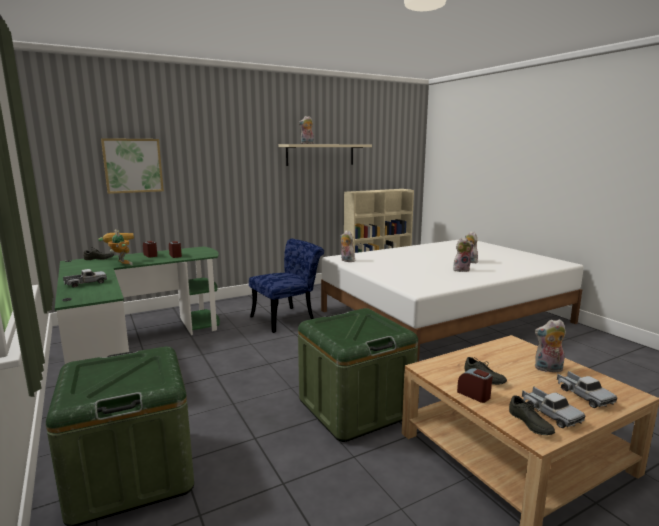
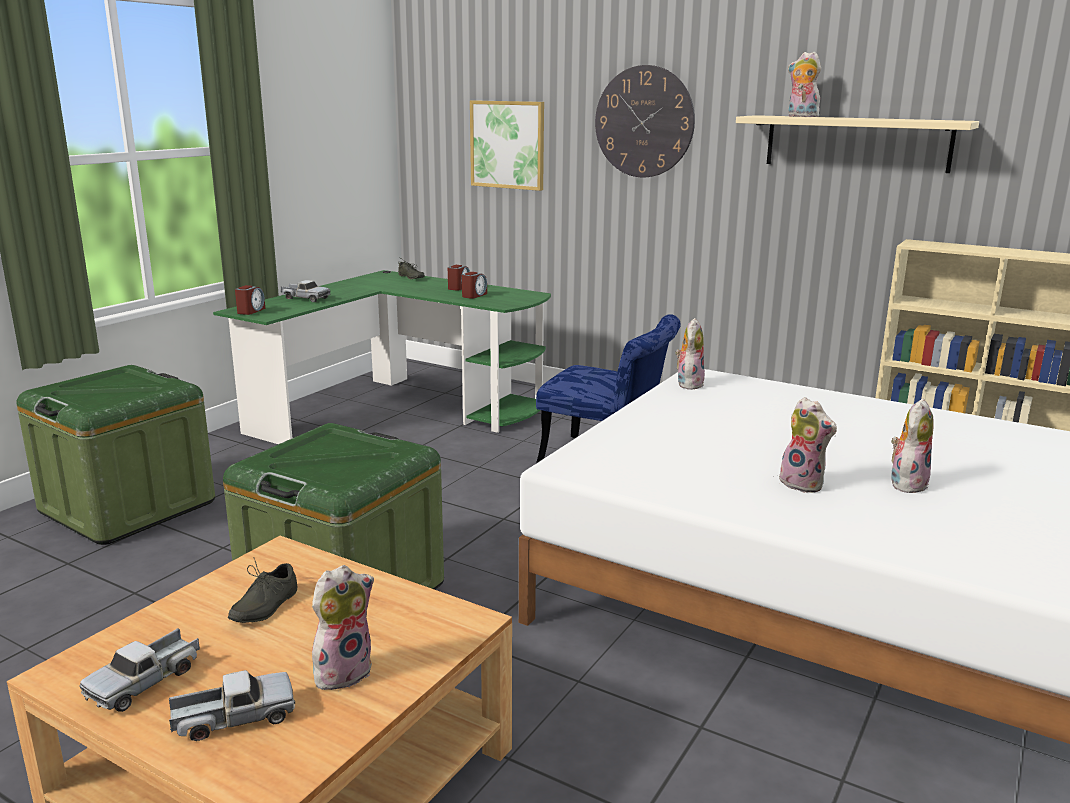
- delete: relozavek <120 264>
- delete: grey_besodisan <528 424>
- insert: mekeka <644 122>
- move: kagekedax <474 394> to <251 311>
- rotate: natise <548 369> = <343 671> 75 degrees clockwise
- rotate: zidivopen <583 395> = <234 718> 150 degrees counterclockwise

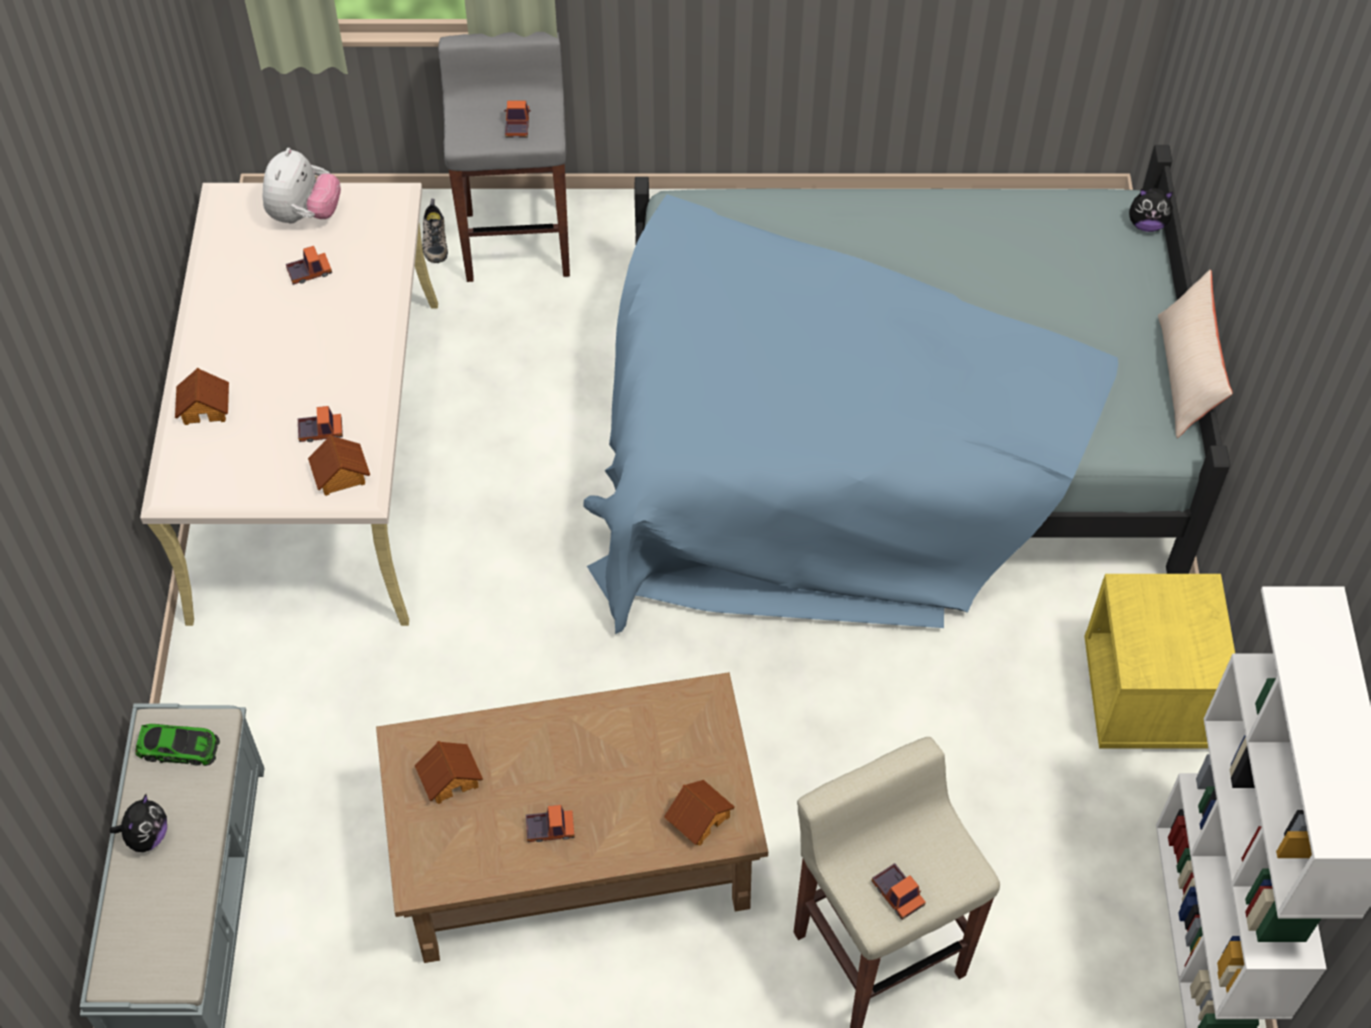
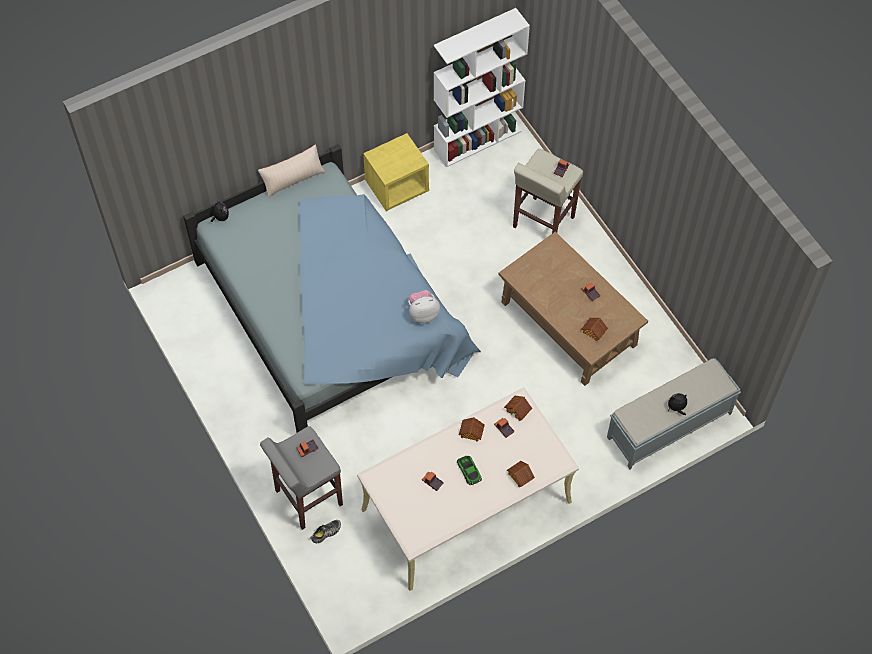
- move: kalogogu <179 748> to <469 471>
- move: natise <304 215> to <423 313>
- move: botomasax <699 817> to <471 432>

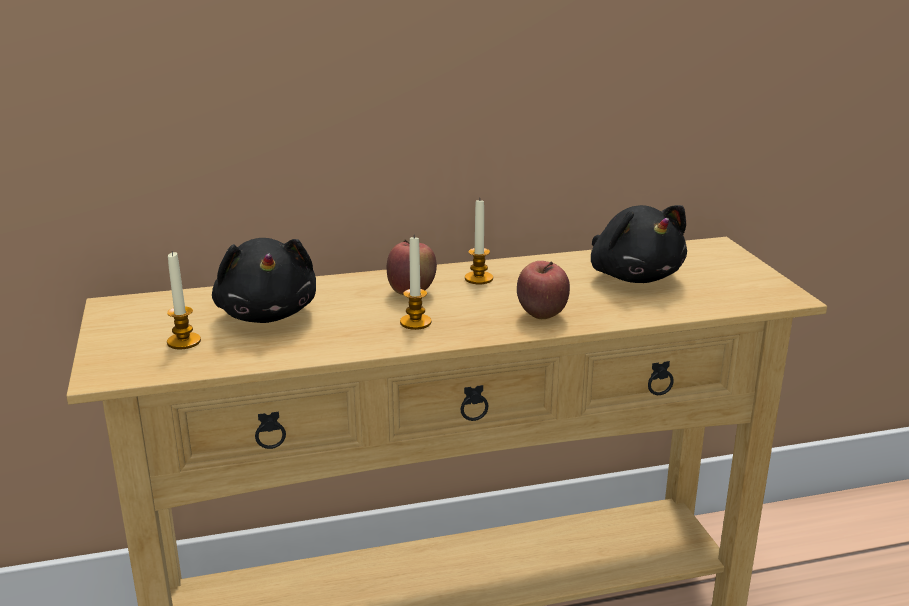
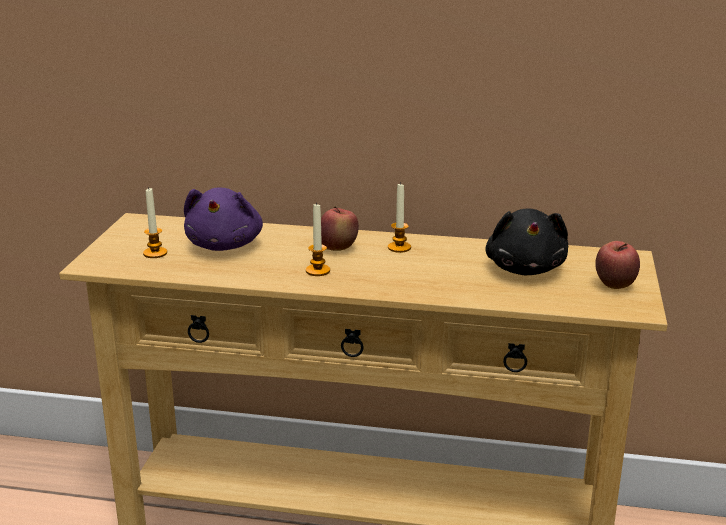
- move: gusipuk <541 315> to <614 286>
- recolor: black_natise <267 314> to purple_natise <225 245>

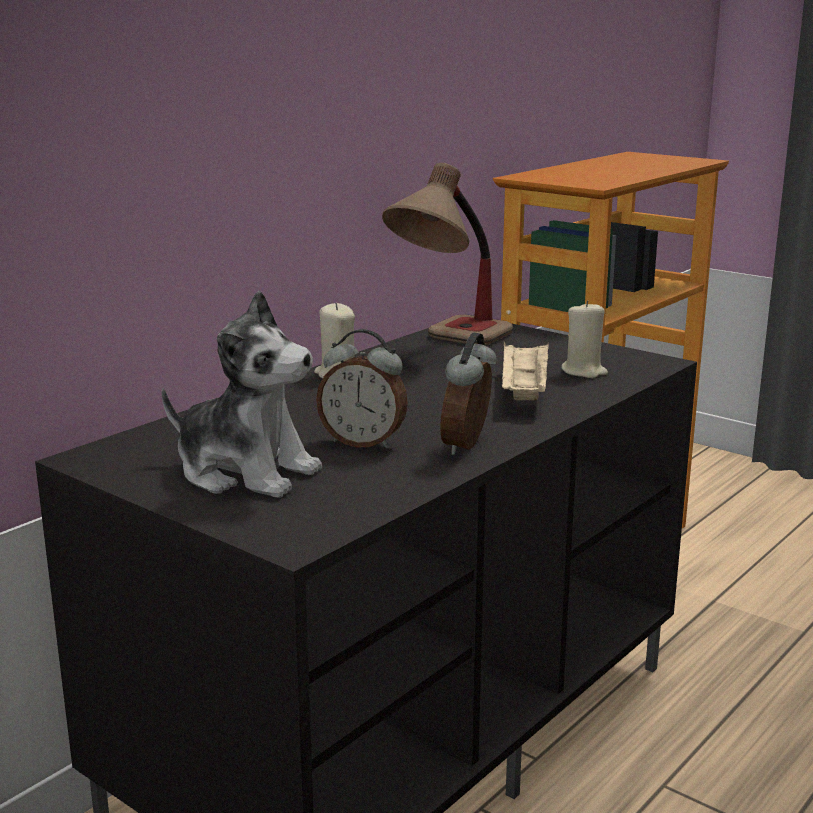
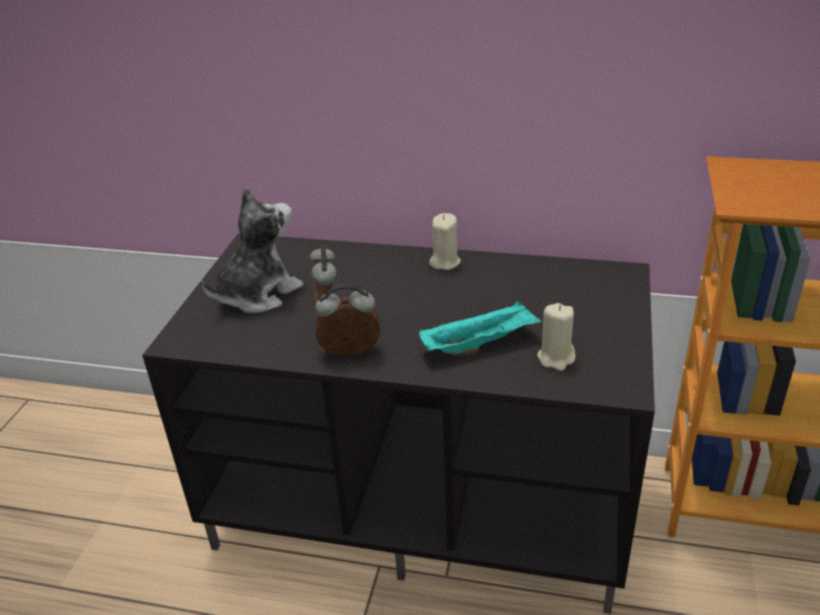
- delete: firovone <450 344>
- recolor: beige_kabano <523 391> to turquoise_kabano <480 343>
- rotate: natise <246 472> = <258 294> 135 degrees counterclockwise

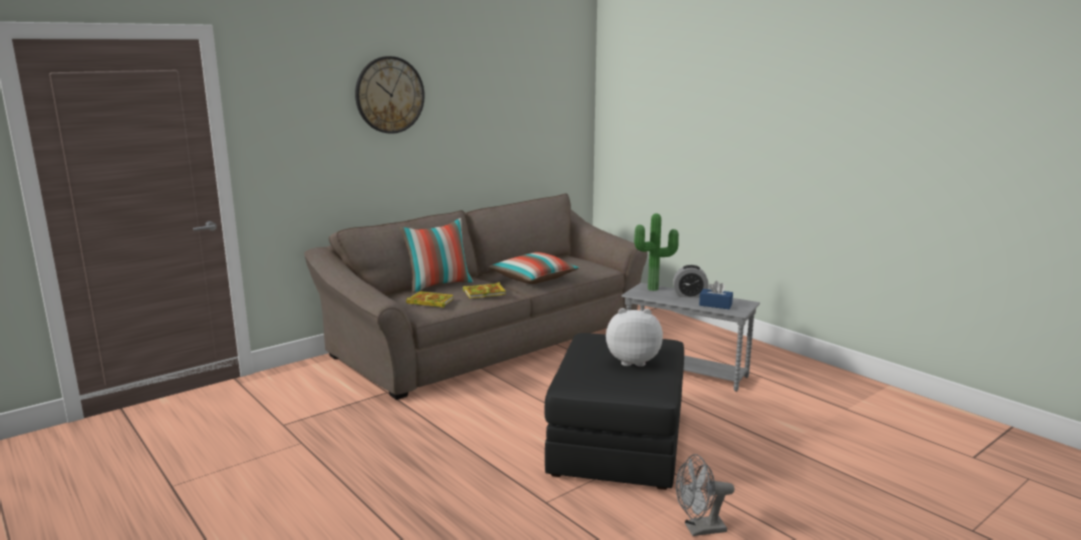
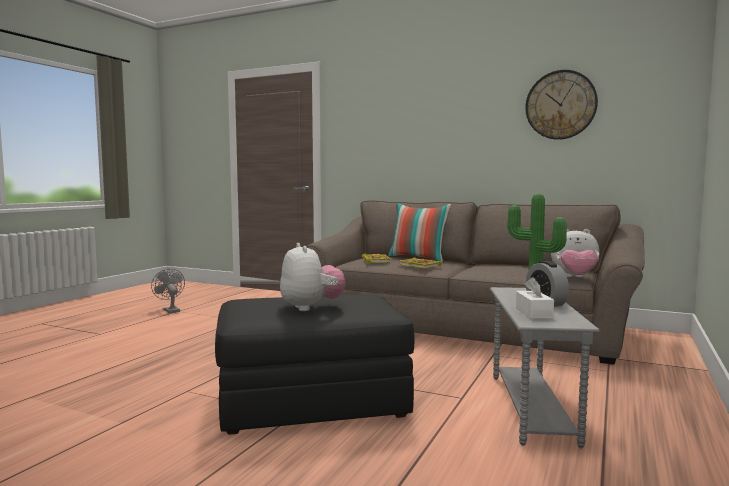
- delete: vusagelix <533 279>
- insert: natise <575 277>
- move: mekeka <389 95> to <560 105>
- move: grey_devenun <699 529> to <170 310>
- recolor: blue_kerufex <715 305> to white_kerufex <533 313>

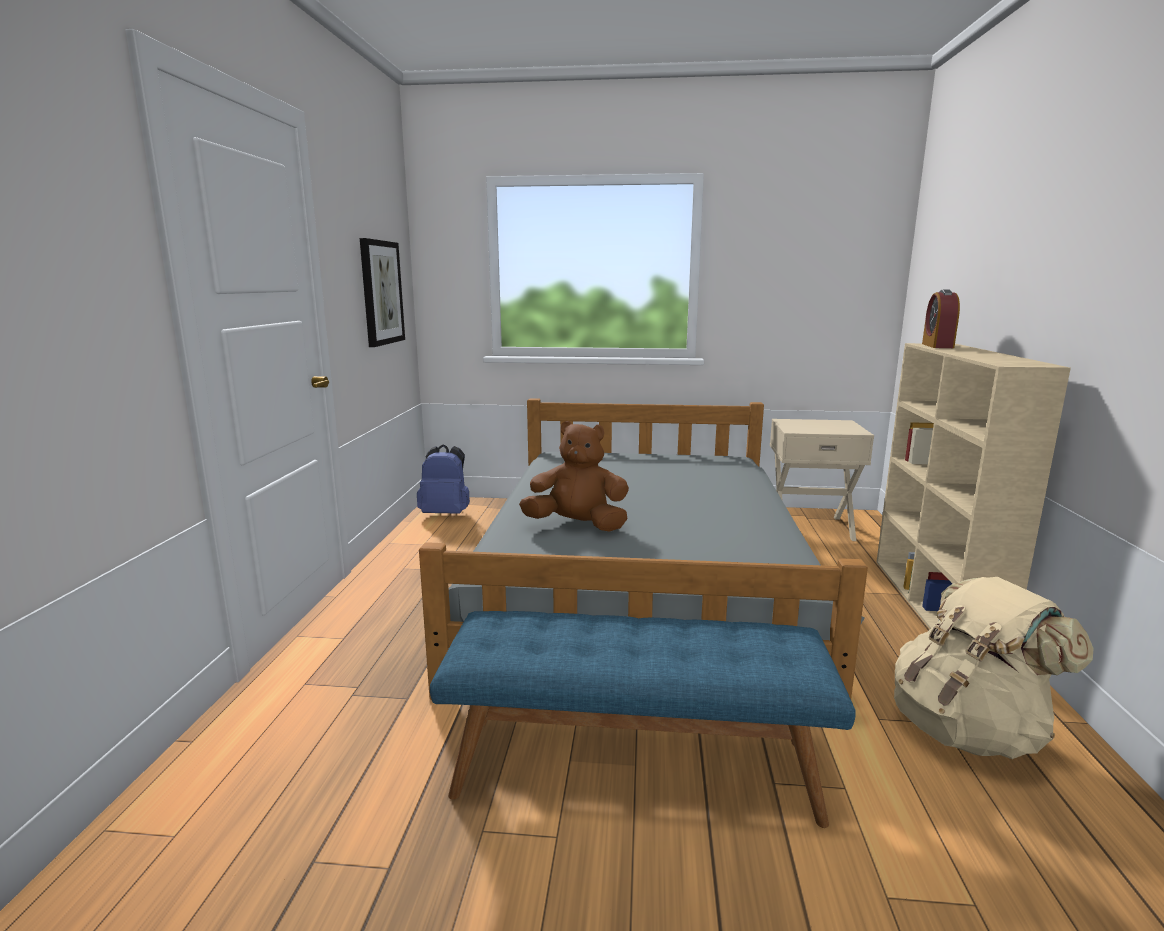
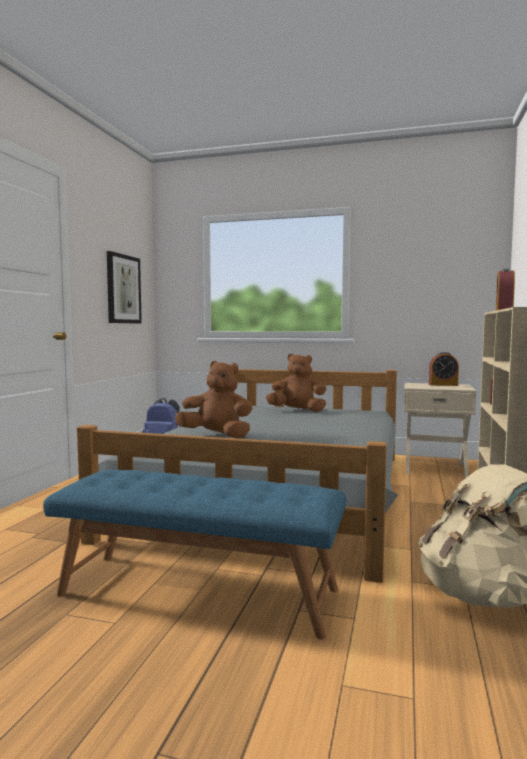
- insert: brown_natise <297 411>
- insert: kagekedax <443 385>

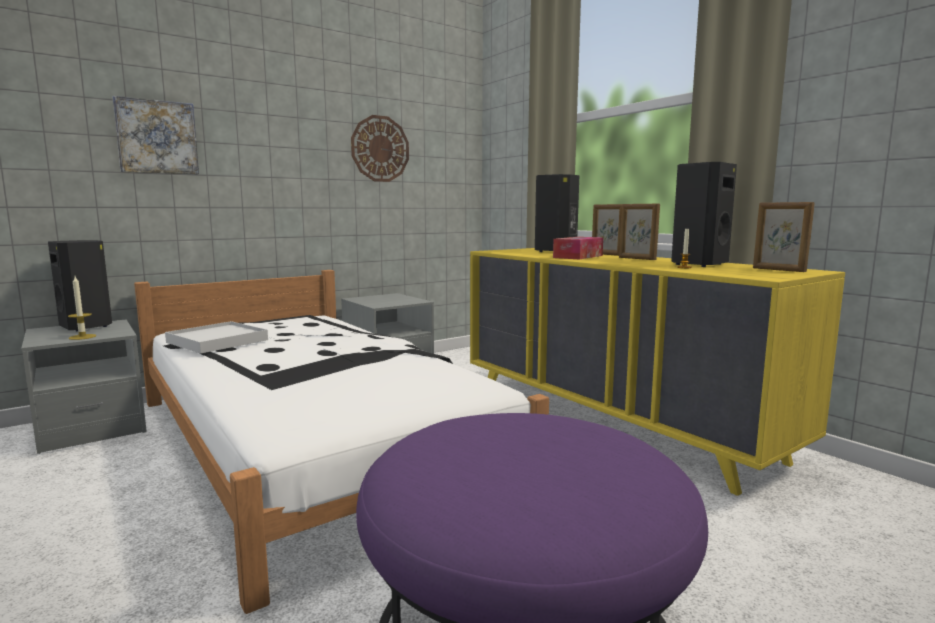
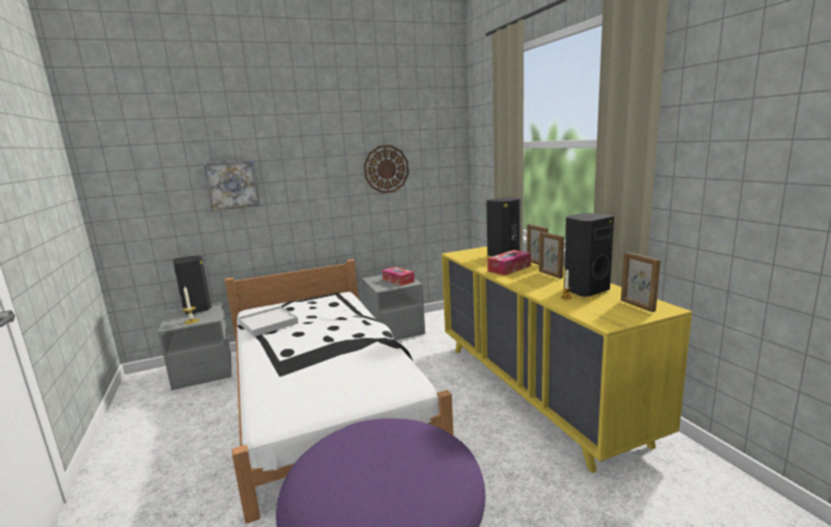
- insert: kerufex <398 281>

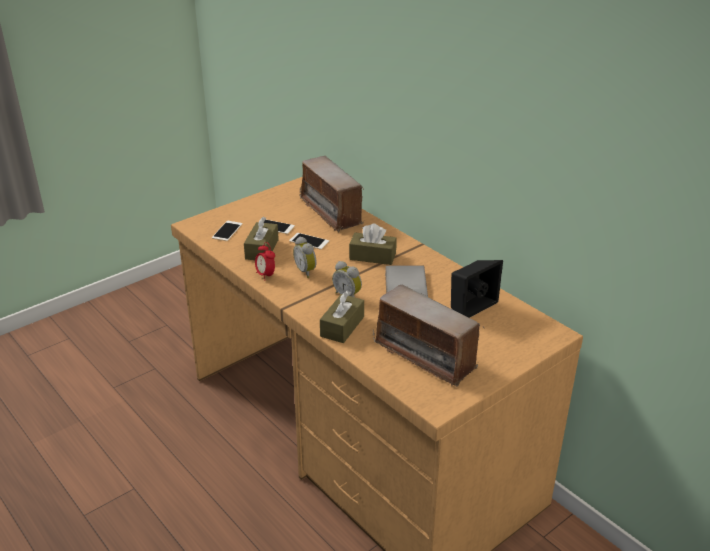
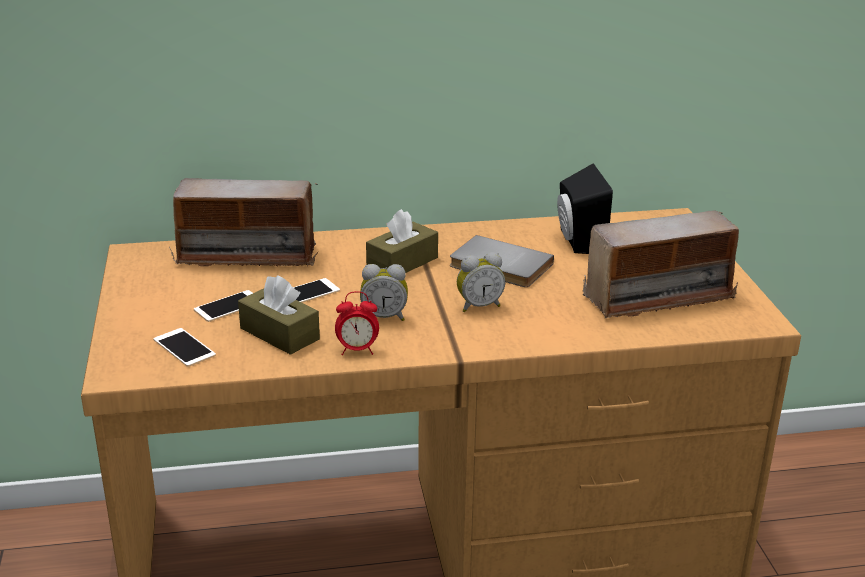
- delete: brown_kerufex <342 326>

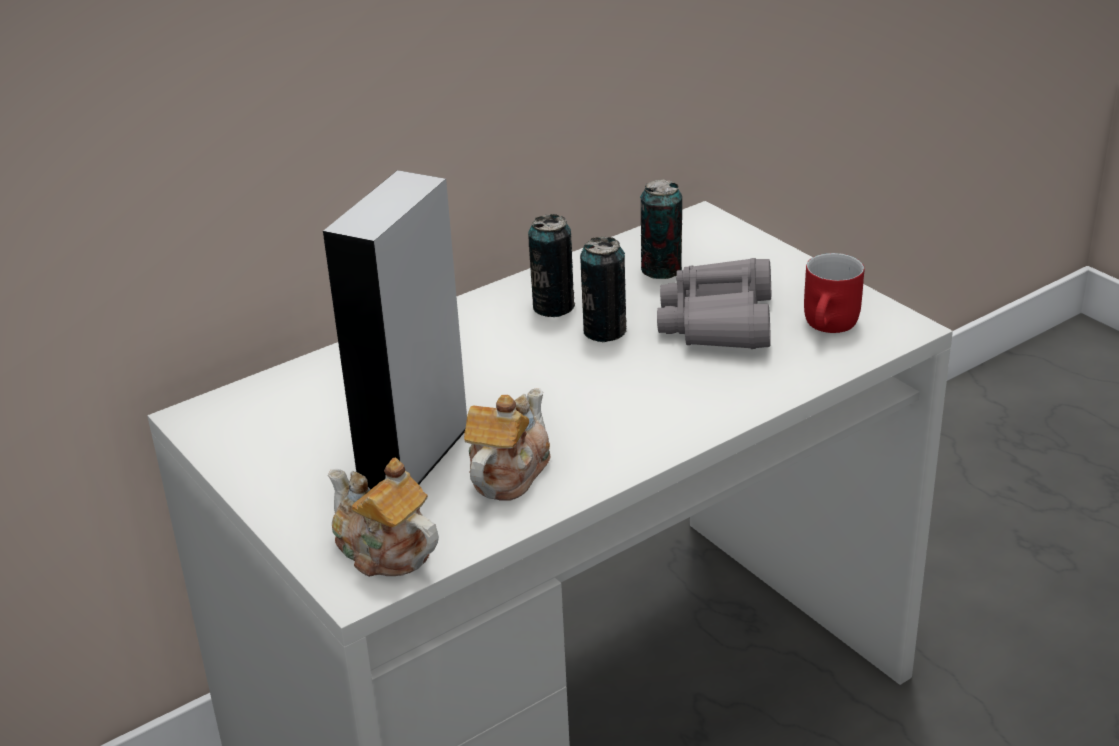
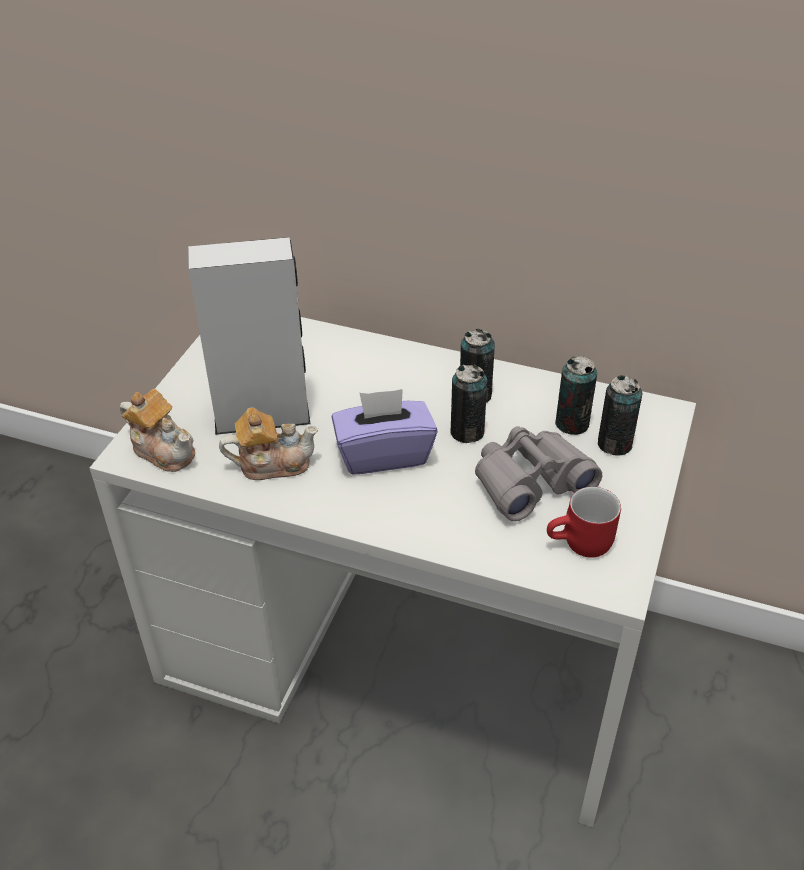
- insert: purple_kerufex <383 454>
- insert: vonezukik <614 444>
- rotate: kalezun <383 551> = <163 450> 120 degrees clockwise

